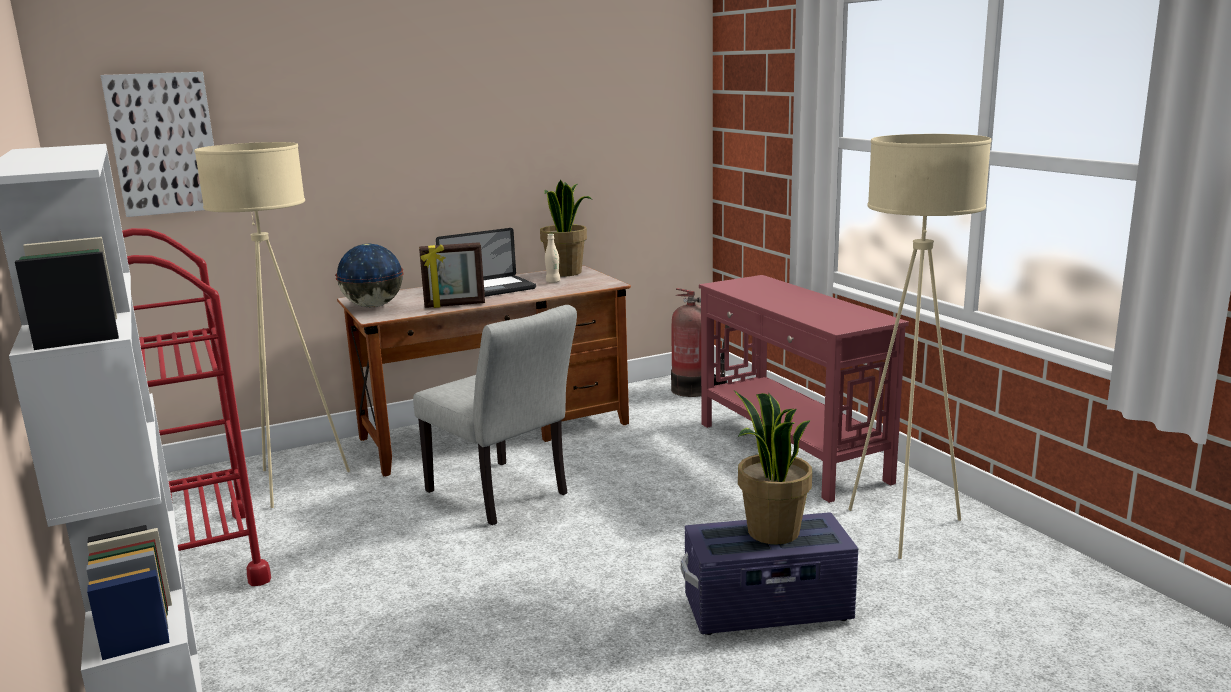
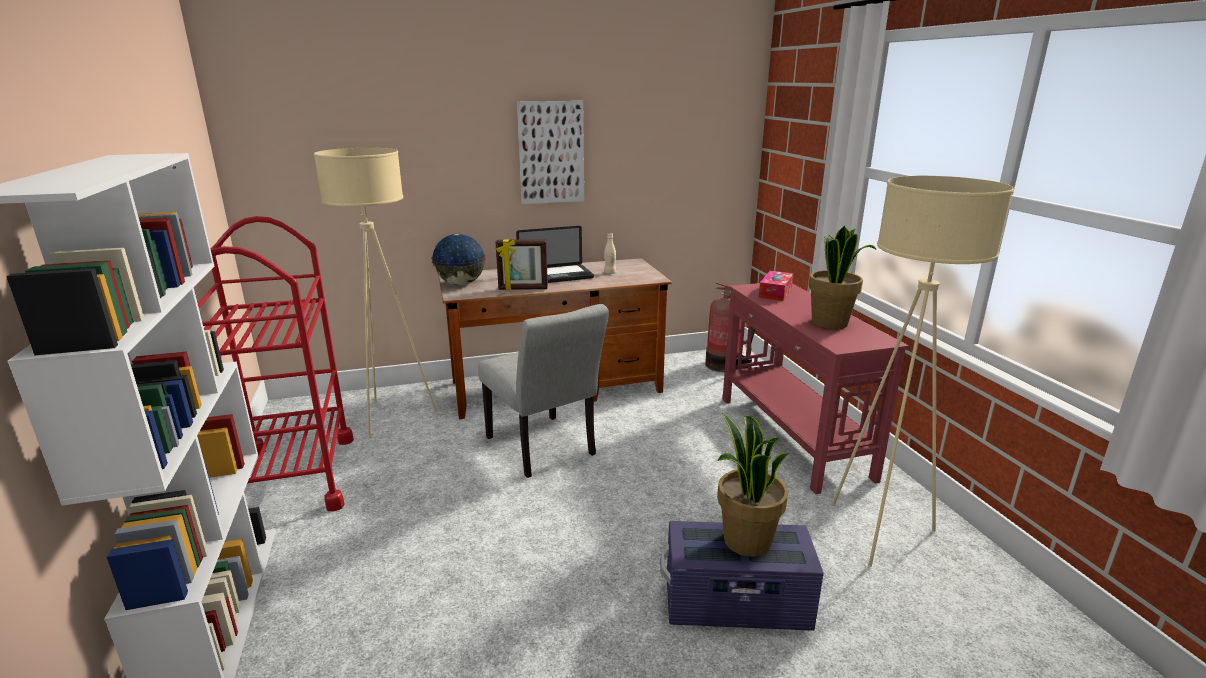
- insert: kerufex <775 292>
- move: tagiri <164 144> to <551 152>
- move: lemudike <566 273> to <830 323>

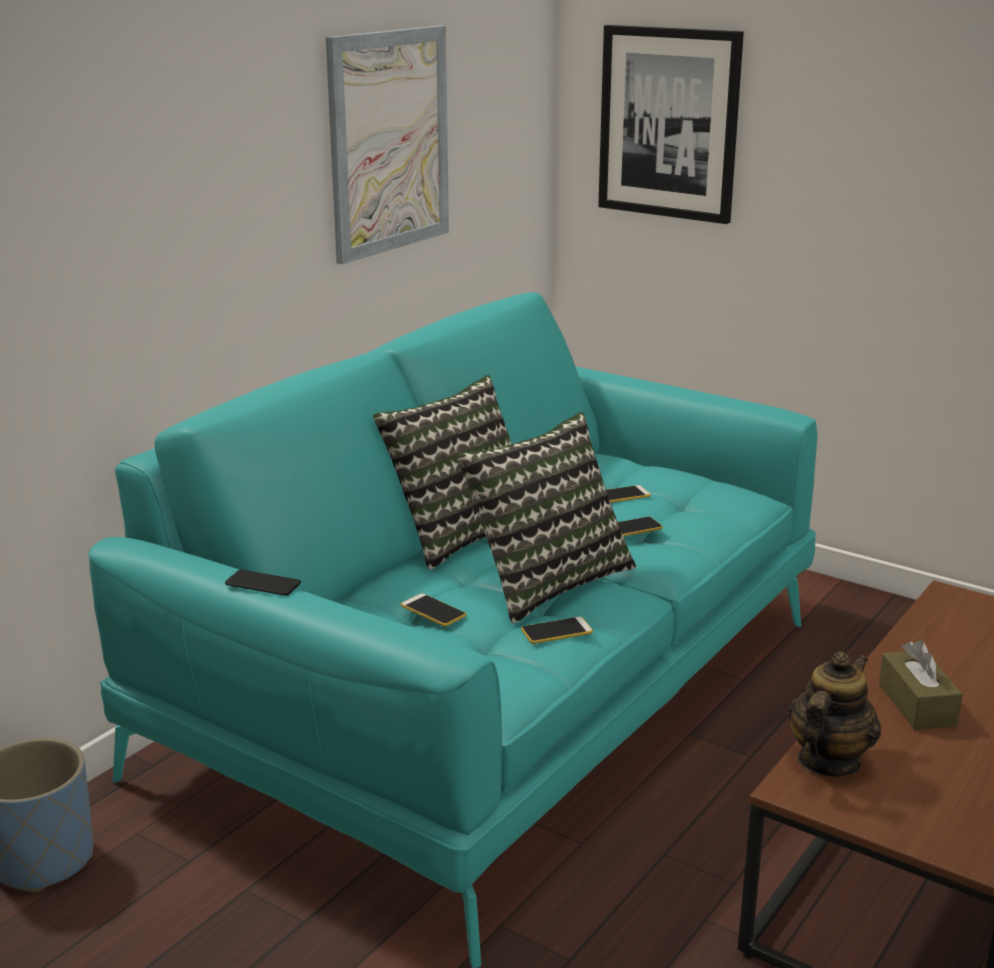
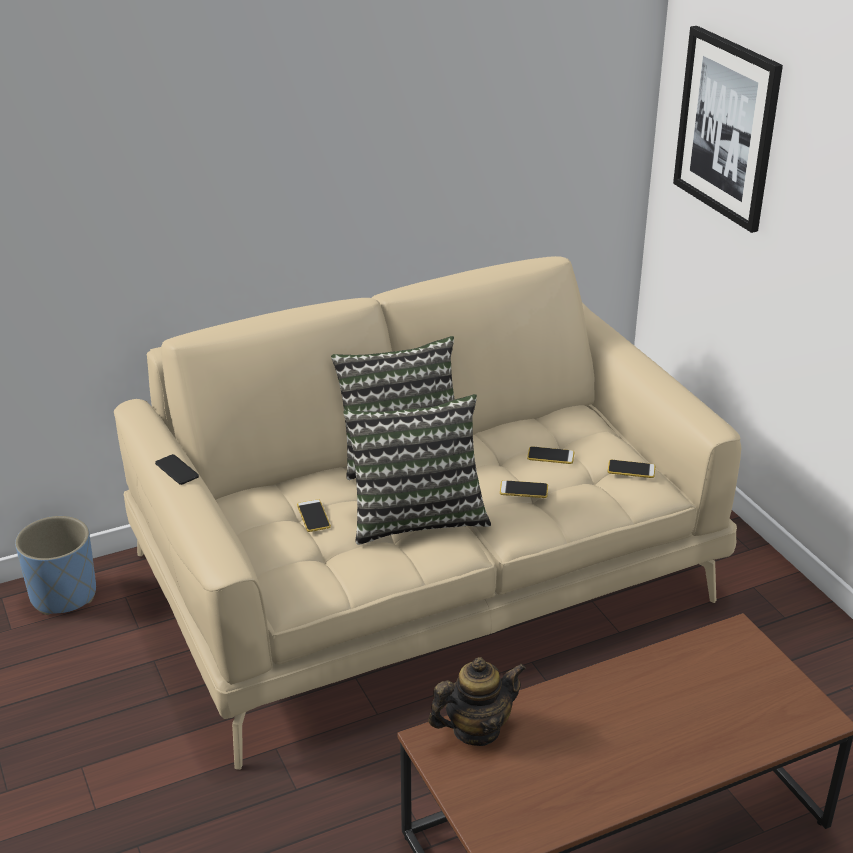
- delete: tagiri <389 142>
- delete: brown_kerufex <917 705>
- move: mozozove <556 631> to <631 469>
- recolor: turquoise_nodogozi <497 693> to beige_nodogozi <426 577>

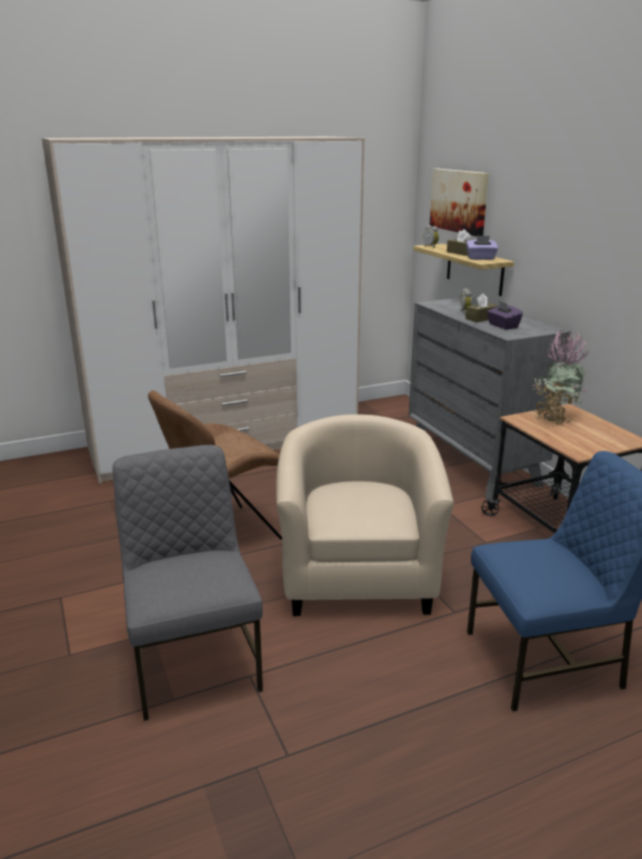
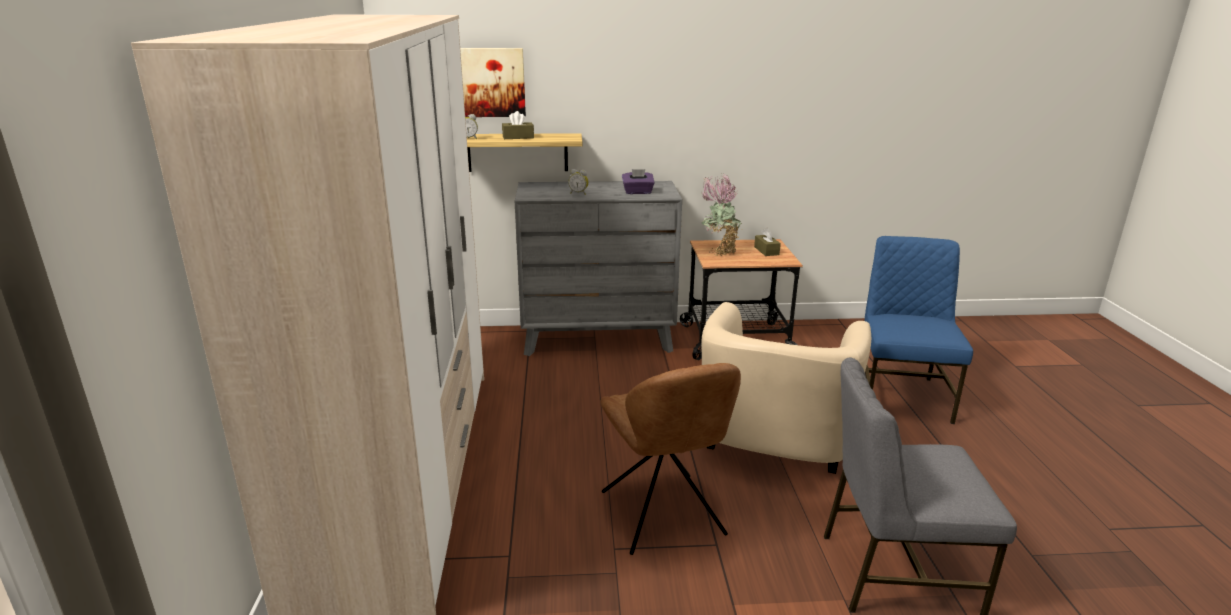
- delete: purple_kerufex <481 258>
- move: brown_kerufex <481 318> to <766 251>
- rotate: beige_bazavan <358 575> = <773 446> 90 degrees counterclockwise

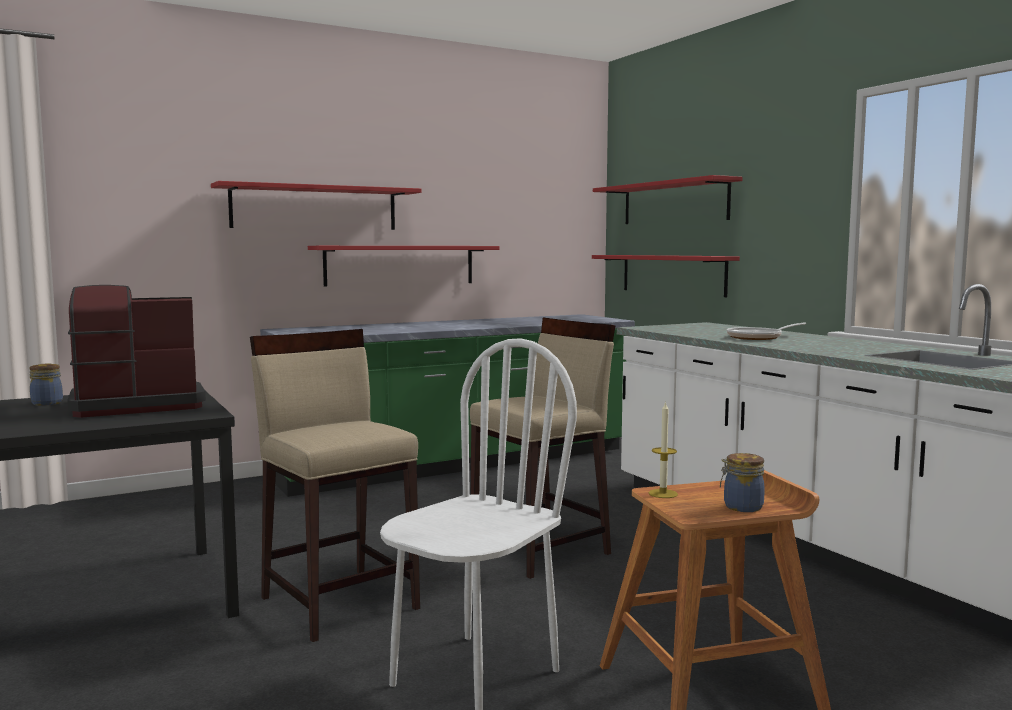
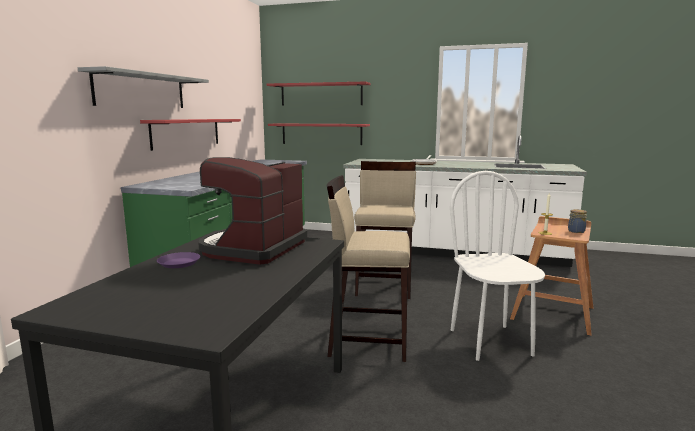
- replace: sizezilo <47 403> to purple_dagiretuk <179 263>
- recolor: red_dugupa <315 208> to grey_dugupa <141 91>

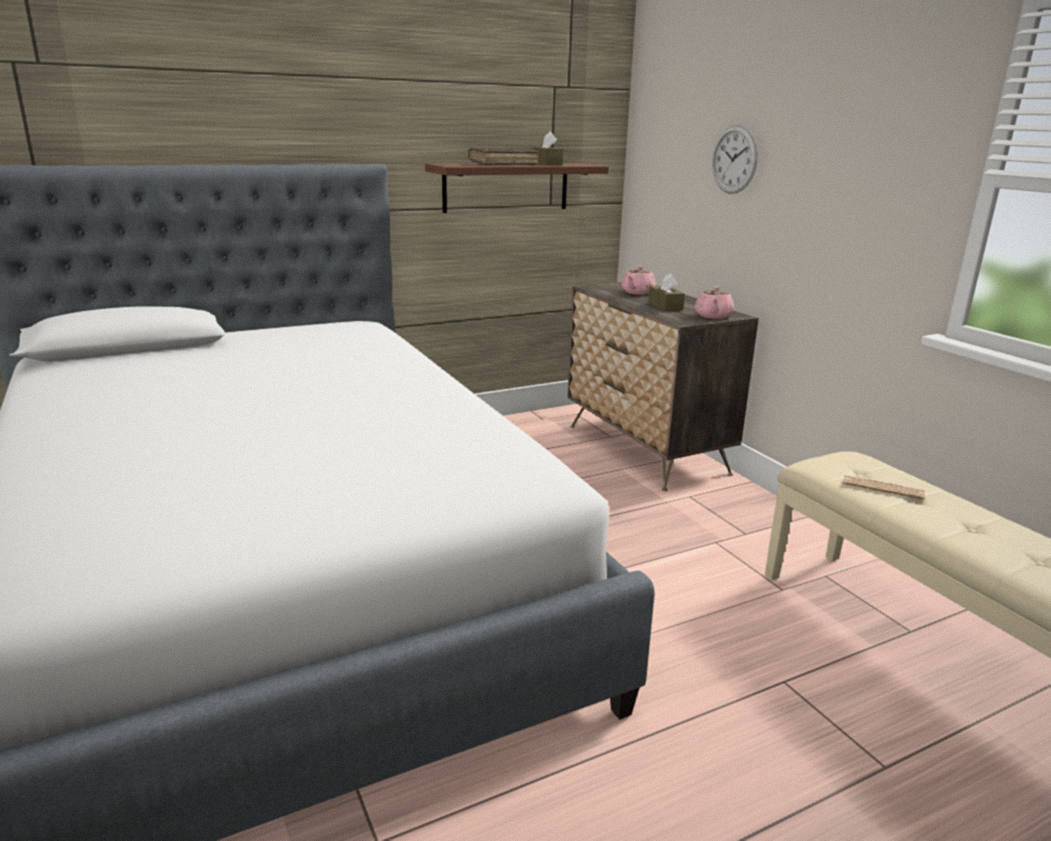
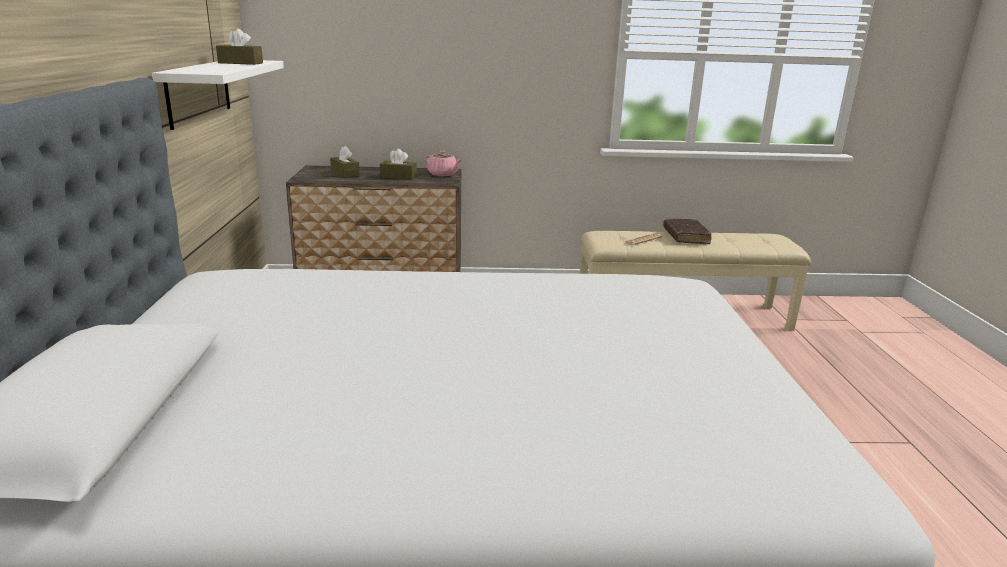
- delete: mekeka <734 159>
- move: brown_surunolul <503 164> to <685 237>
- replace: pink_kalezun <637 292> to brown_kerufex <345 173>
- recolor: brown_dugupa <506 187> to white_dugupa <199 91>

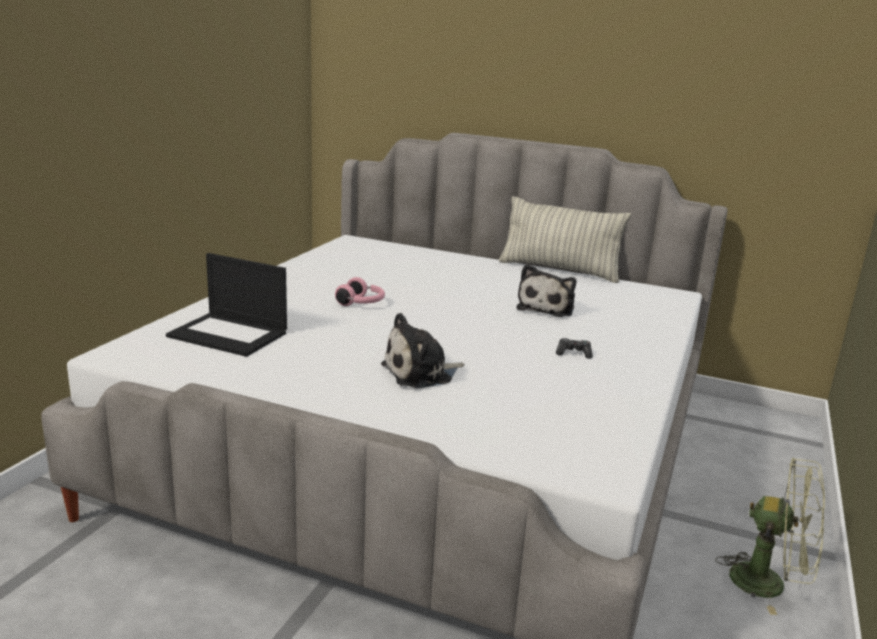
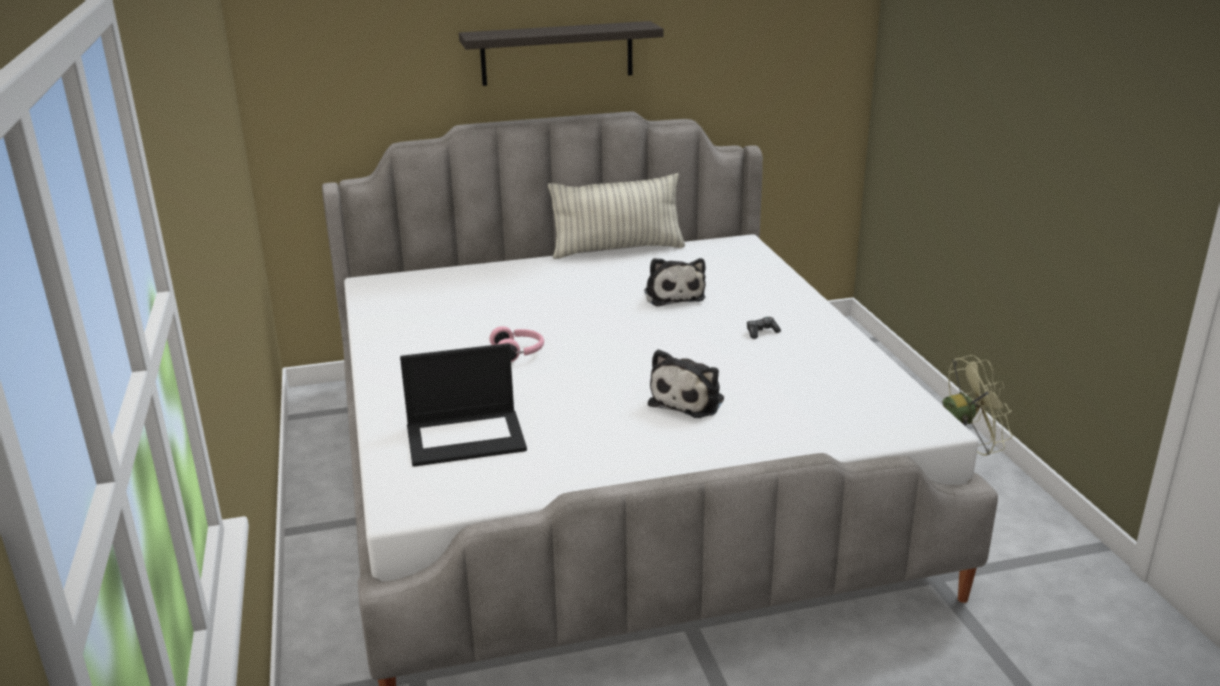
- insert: dugupa <557 53>

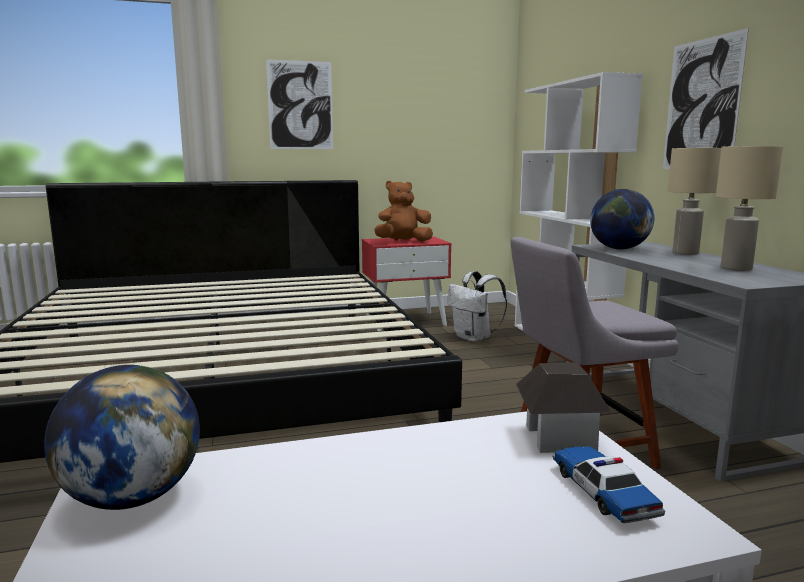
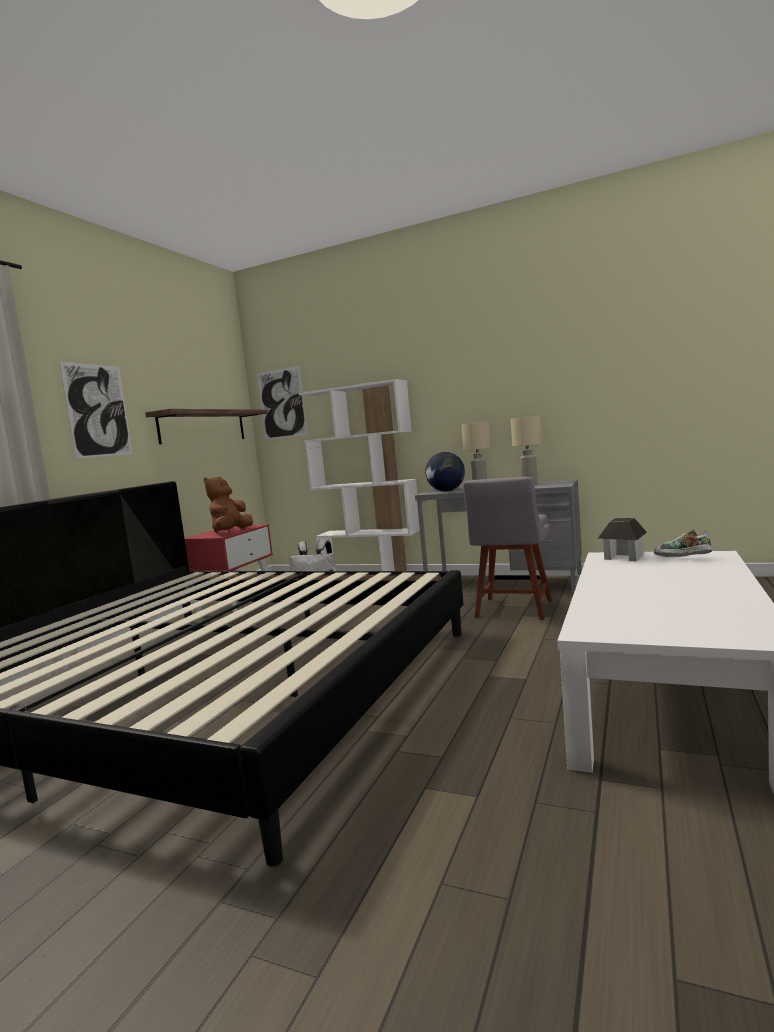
- delete: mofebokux <132 498>
- insert: dugupa <203 426>
- move: tagiri <701 105> to <282 403>
- replace: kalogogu <602 493> to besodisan <682 559>

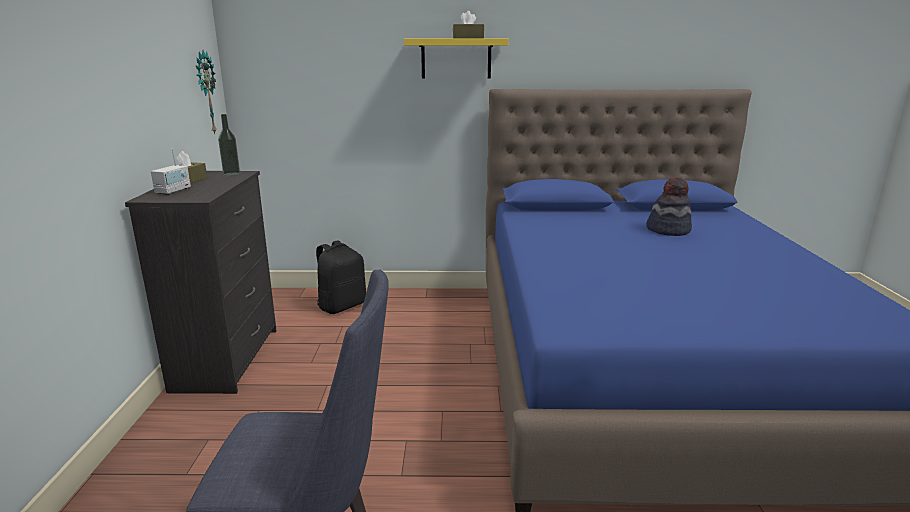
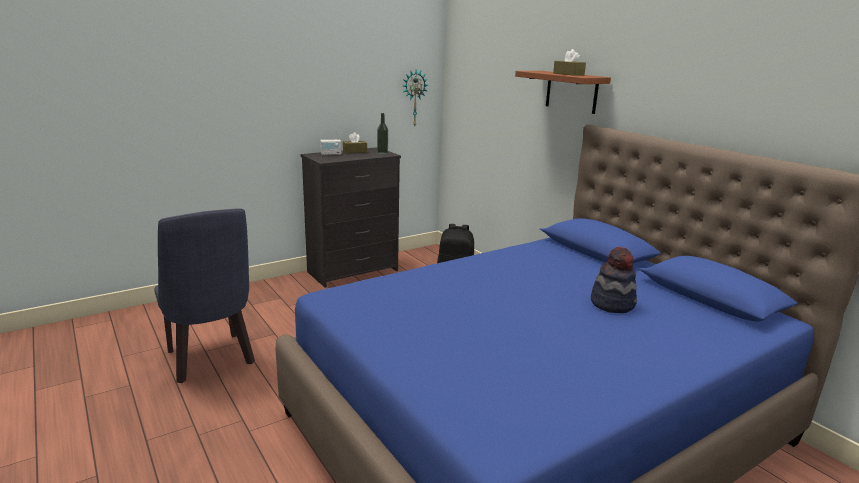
- recolor: yellow_dugupa <456 58> to brown_dugupa <571 92>

